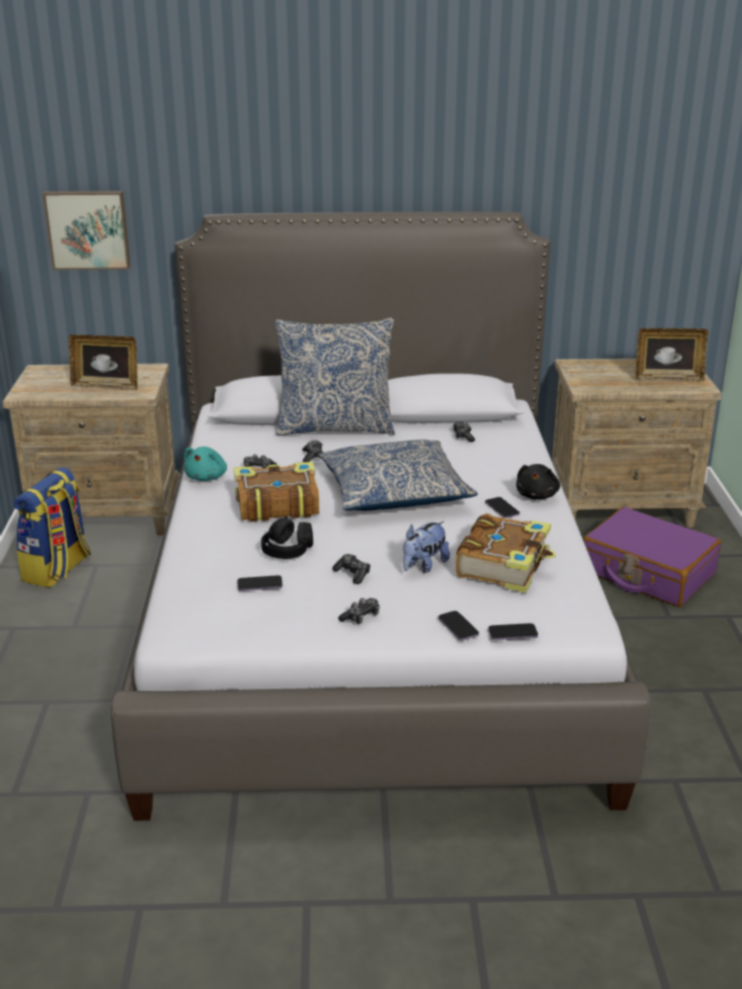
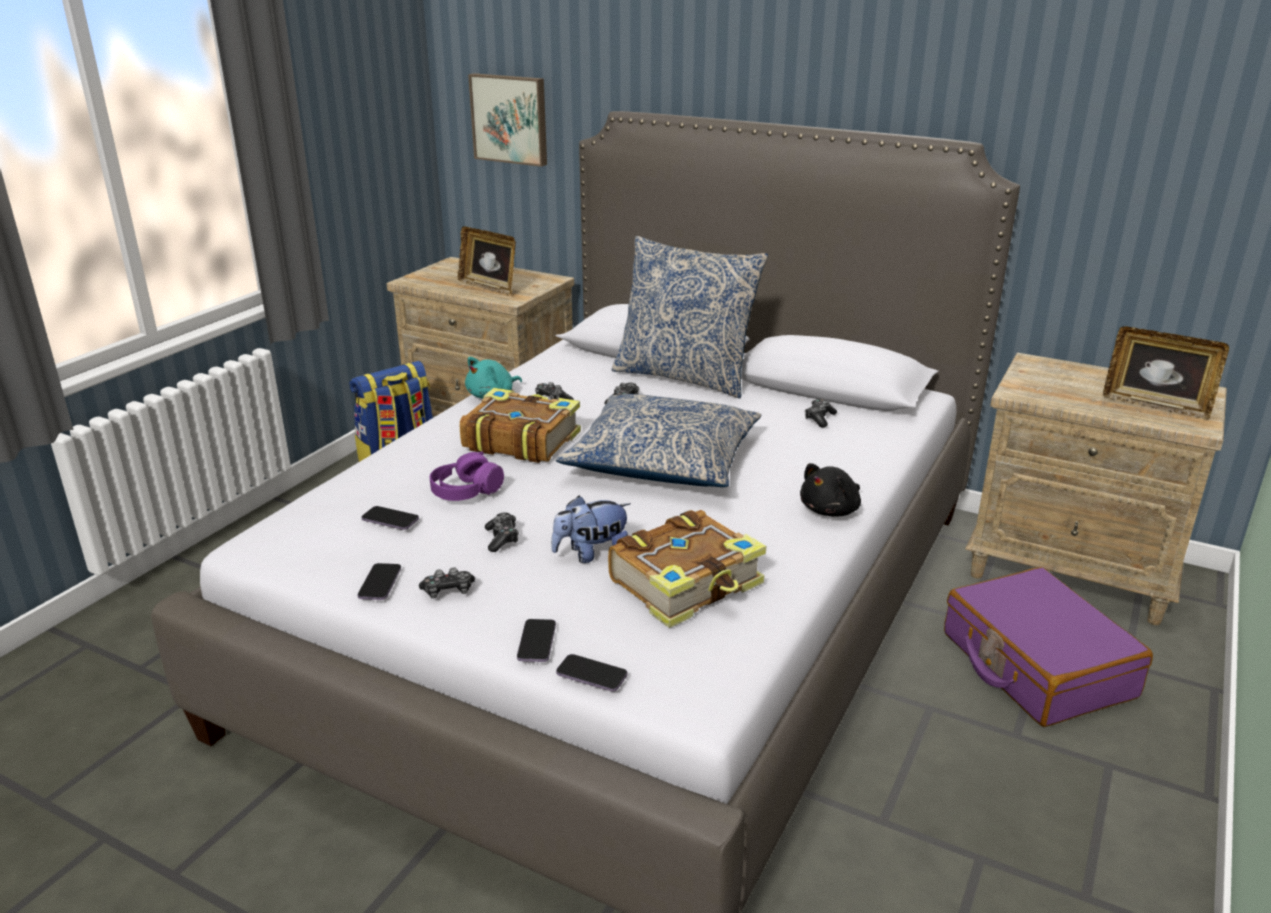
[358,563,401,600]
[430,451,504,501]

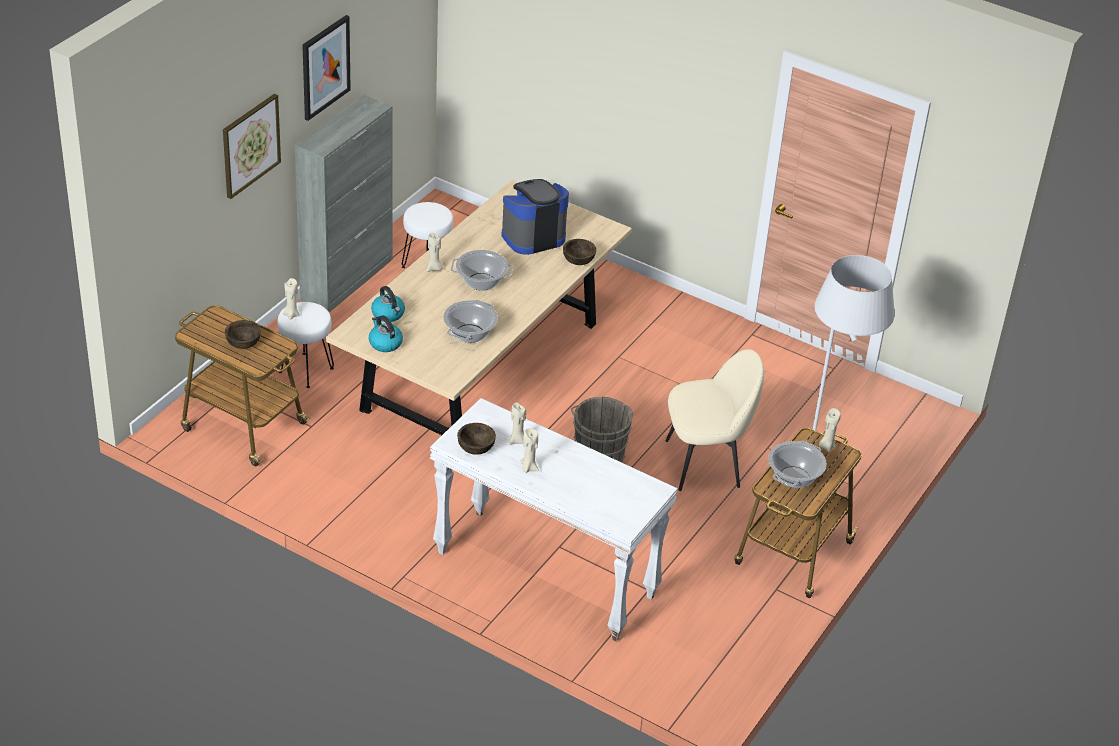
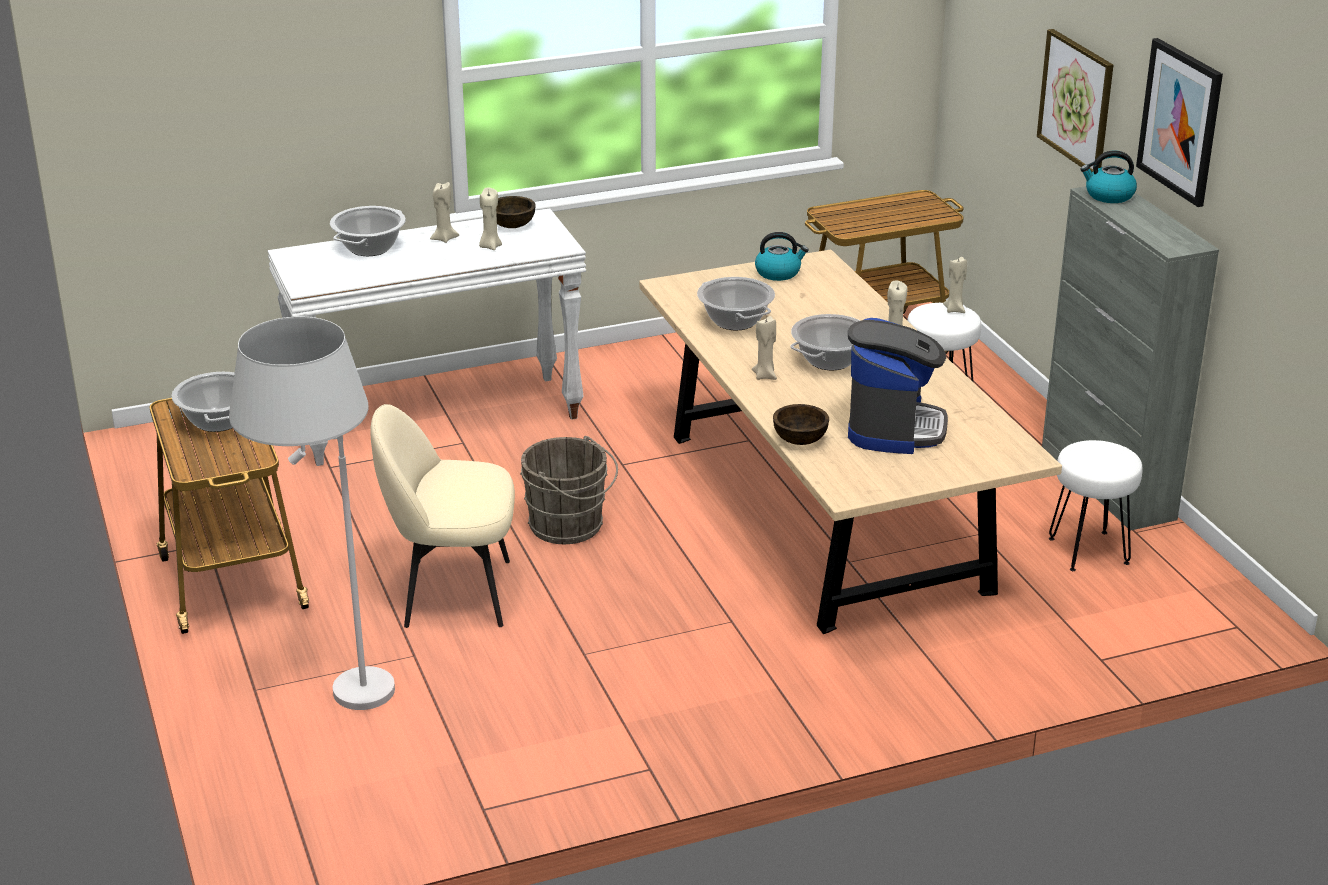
[1080,151,1137,203]
[225,320,261,349] (first image)
[370,404,515,628]
[752,316,777,380]
[330,206,406,256]

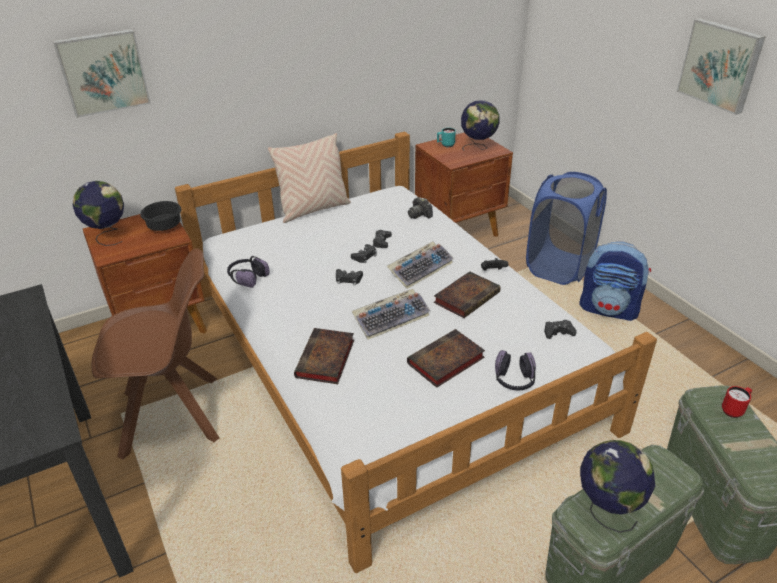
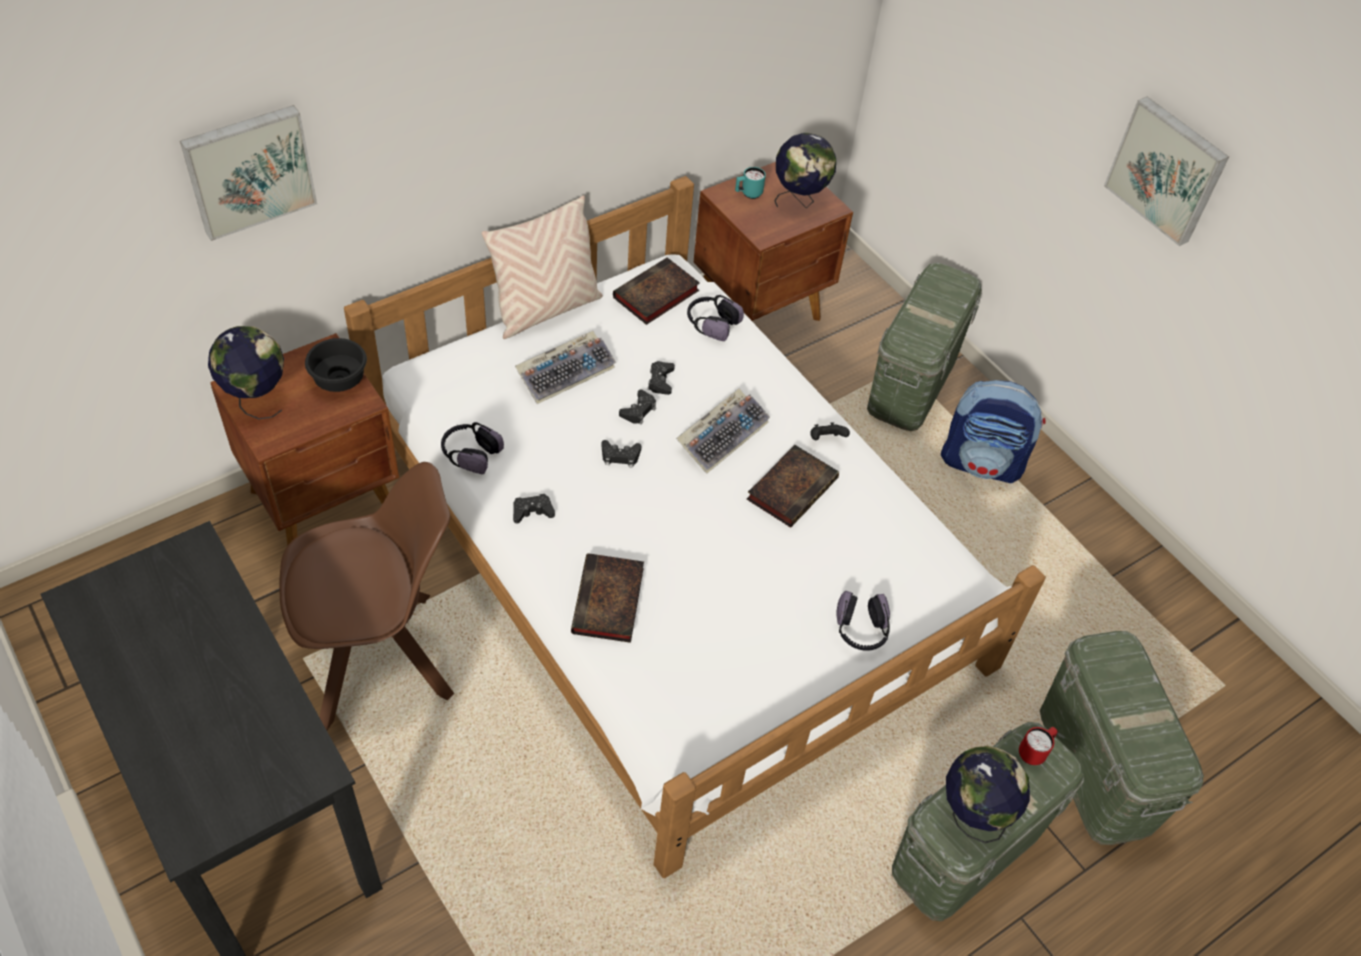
[867,263,982,431]
[687,295,744,341]
[515,331,616,404]
[513,494,555,523]
[613,258,700,325]
[1019,727,1058,765]

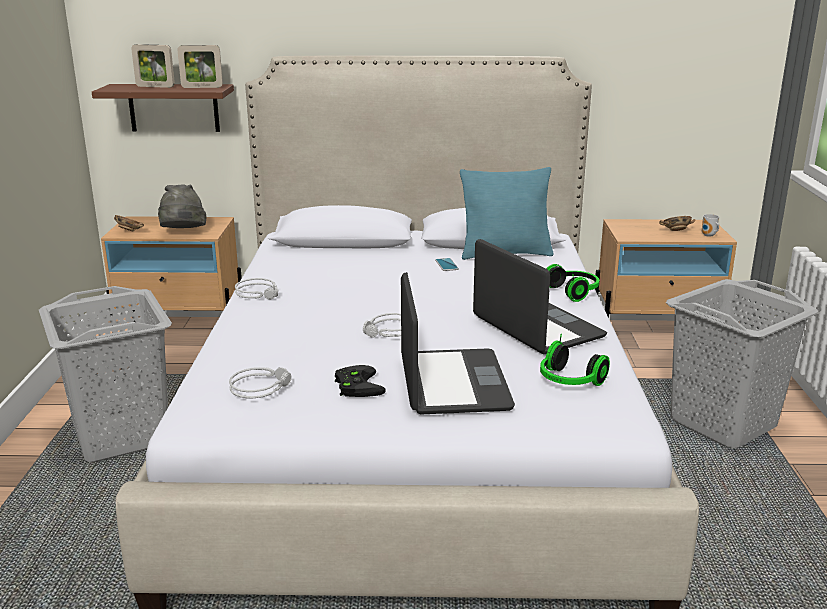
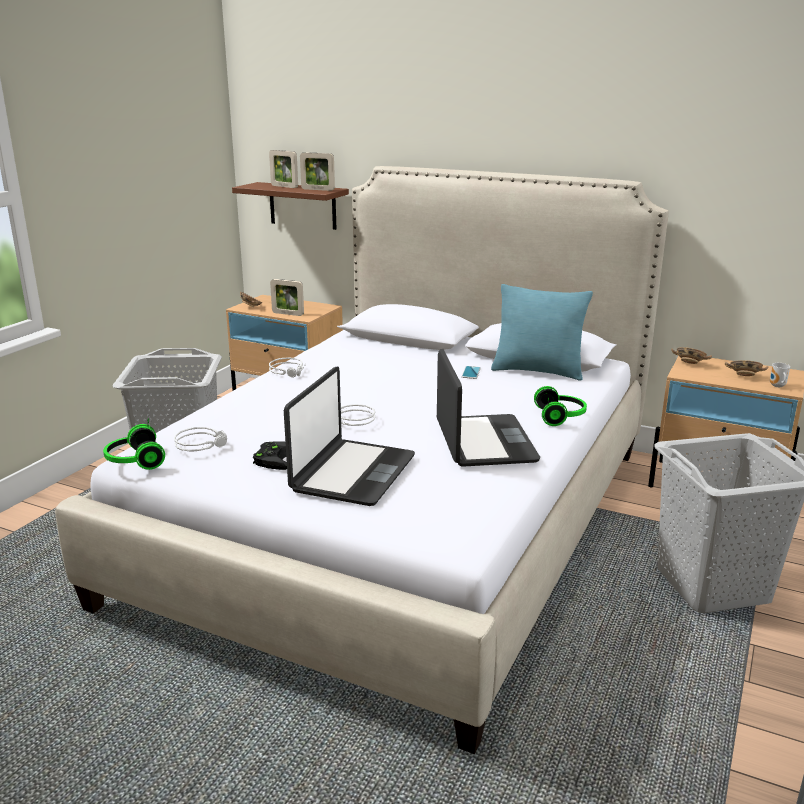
[270,279,304,316]
[103,419,165,470]
[671,347,712,364]

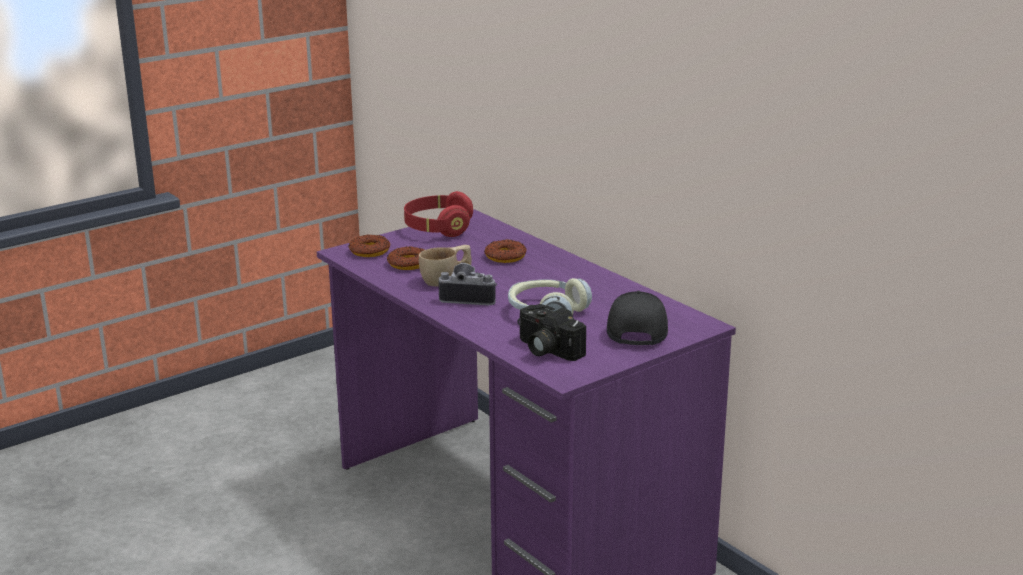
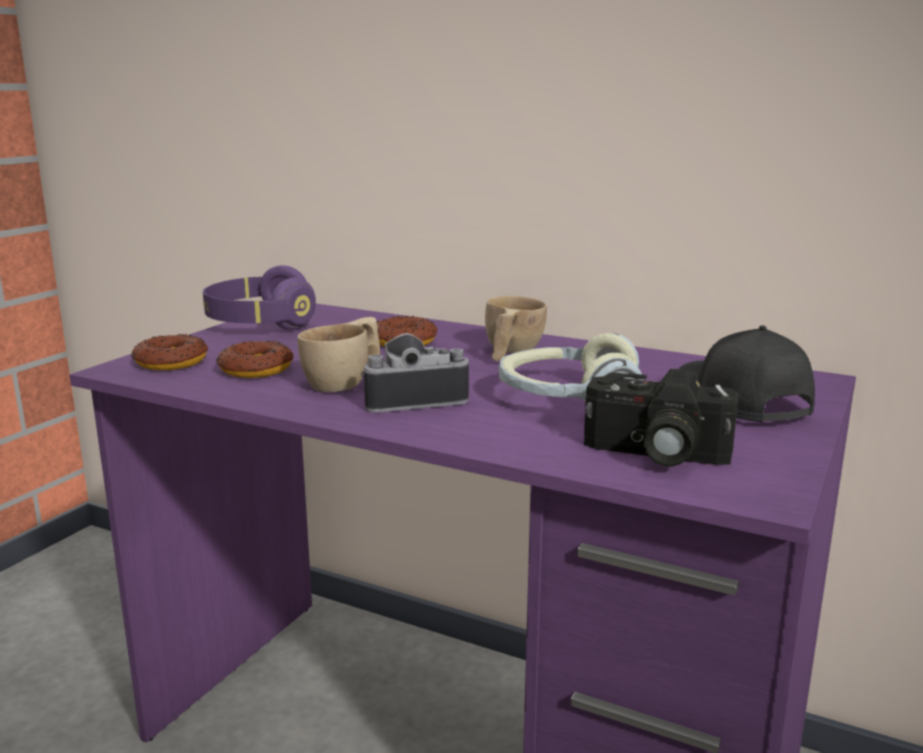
[203,265,316,330]
[485,296,547,361]

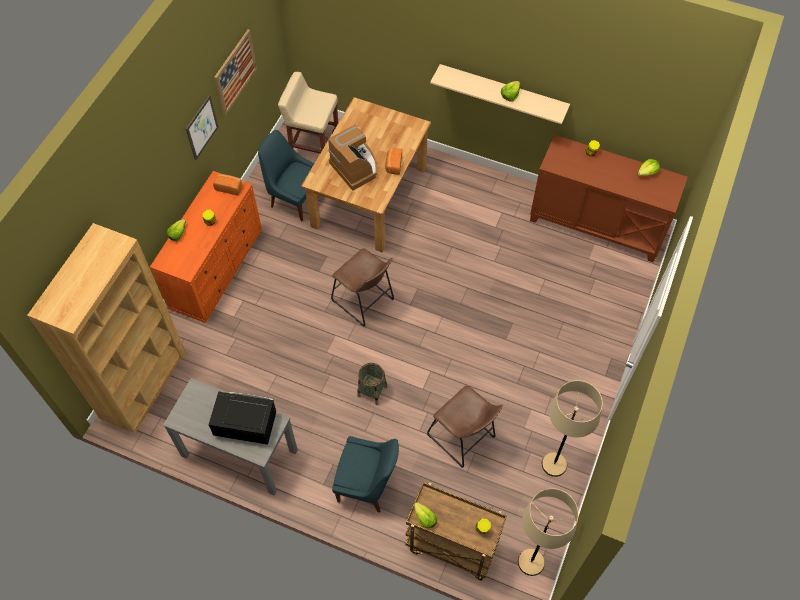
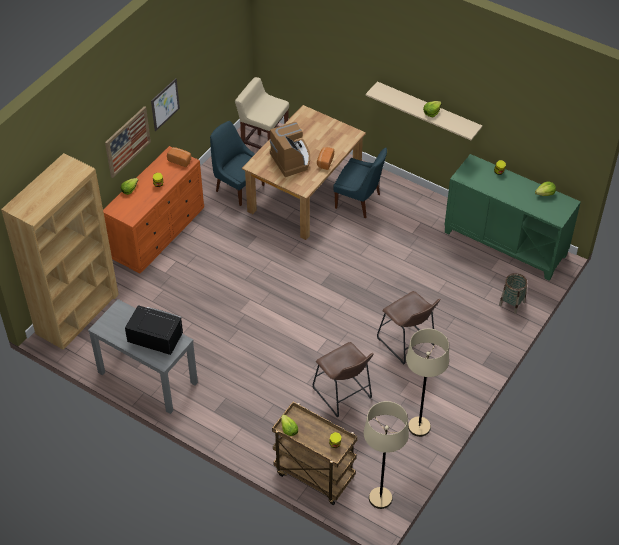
[105,106,151,178]
[445,154,581,281]
[377,291,440,365]
[499,273,527,314]
[333,147,387,218]

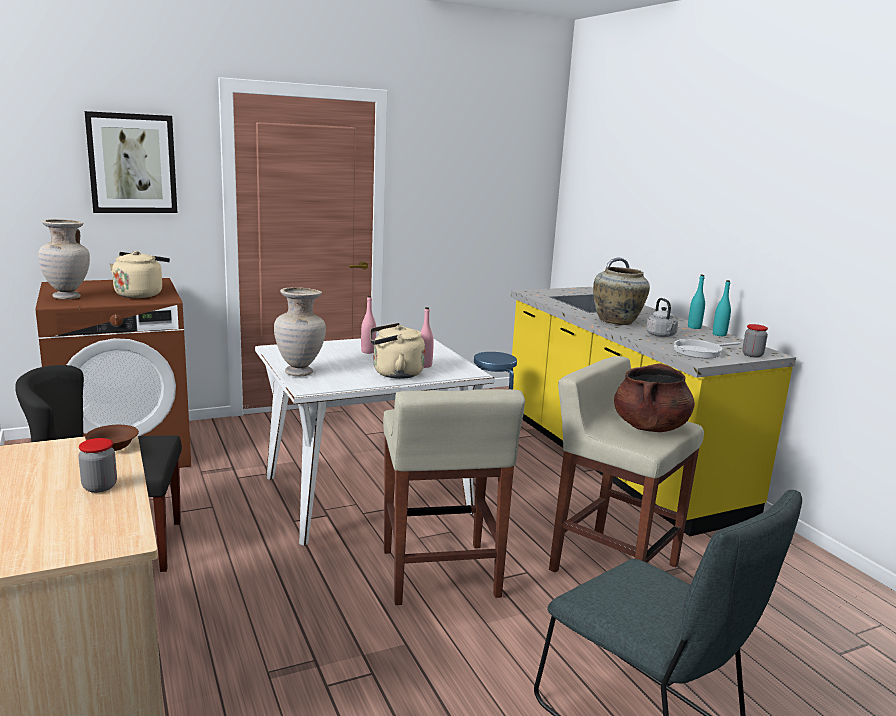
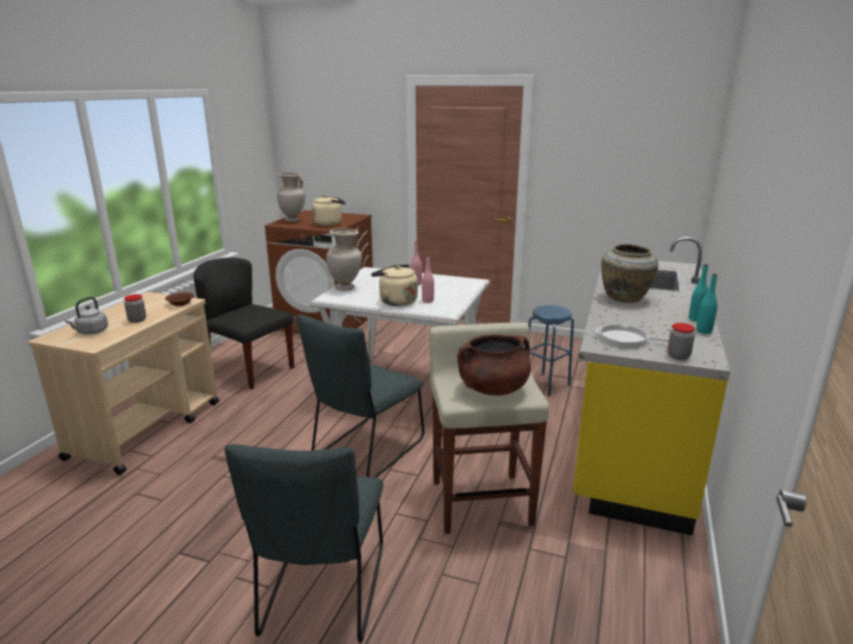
[85,111,177,213] (first image)
[65,297,108,335]
[297,314,425,477]

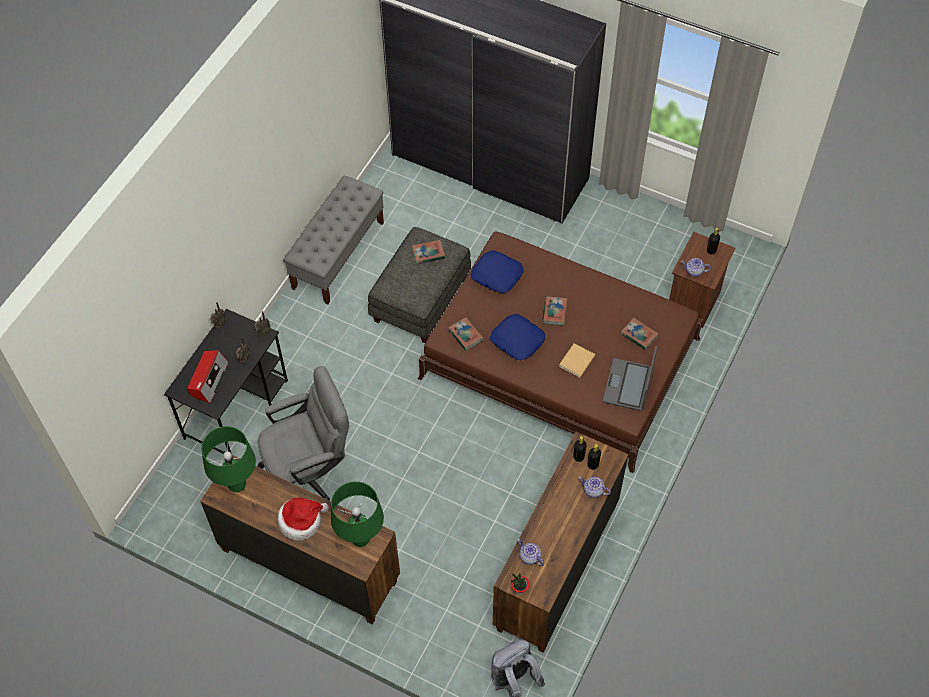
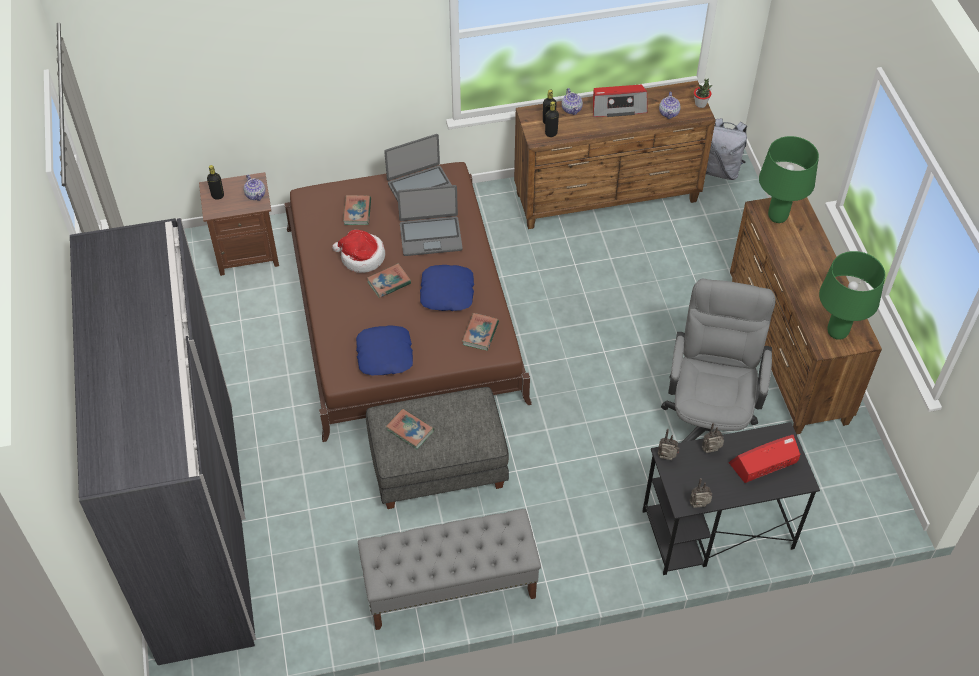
[397,185,463,256]
[661,279,776,442]
[332,230,385,273]
[593,85,648,117]

